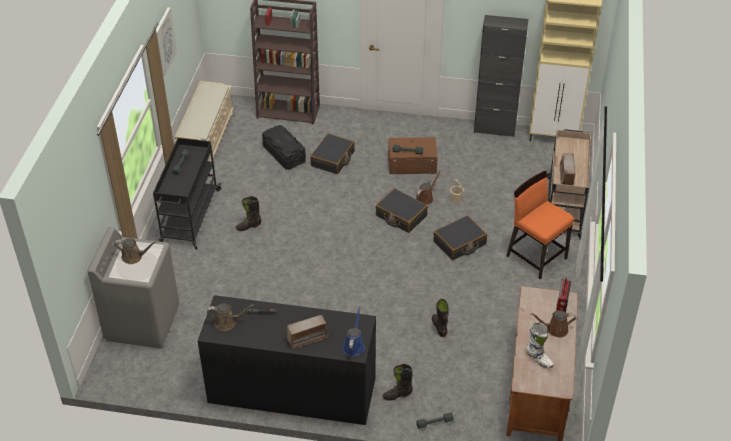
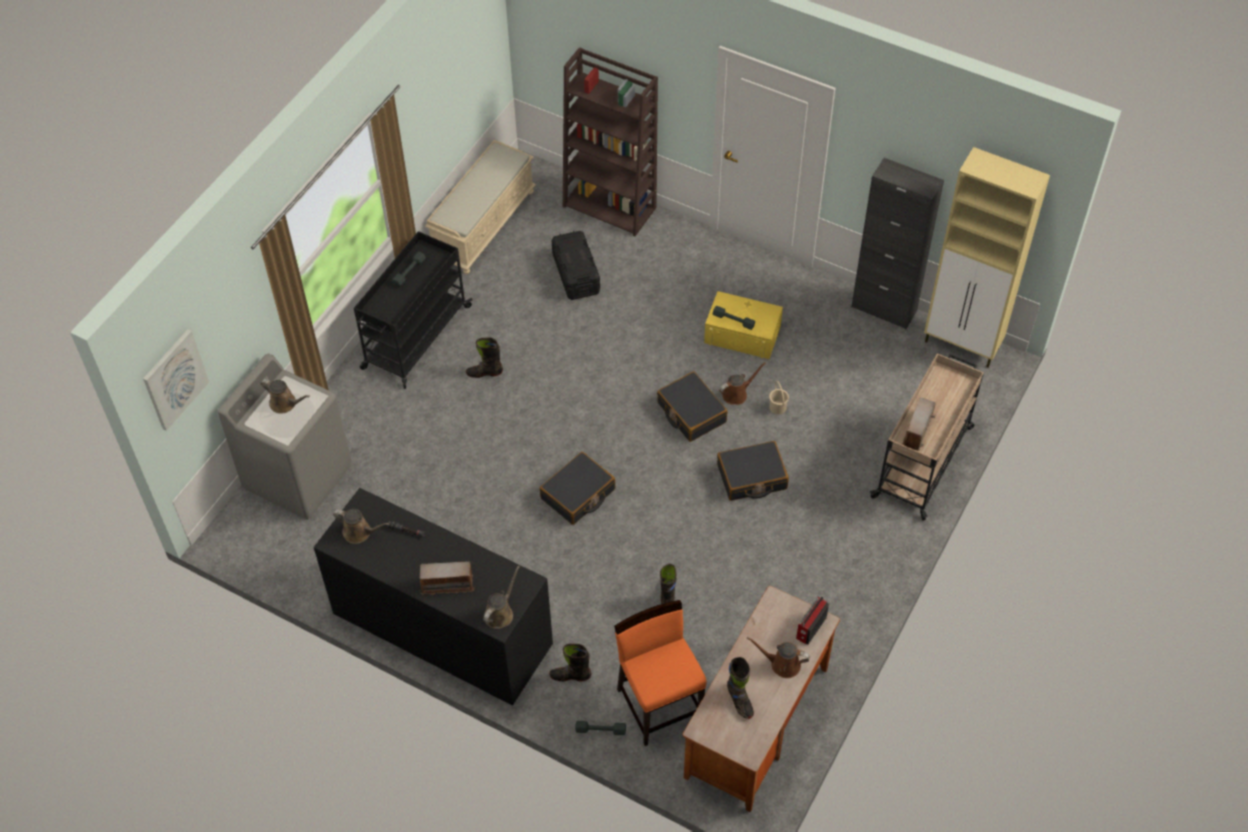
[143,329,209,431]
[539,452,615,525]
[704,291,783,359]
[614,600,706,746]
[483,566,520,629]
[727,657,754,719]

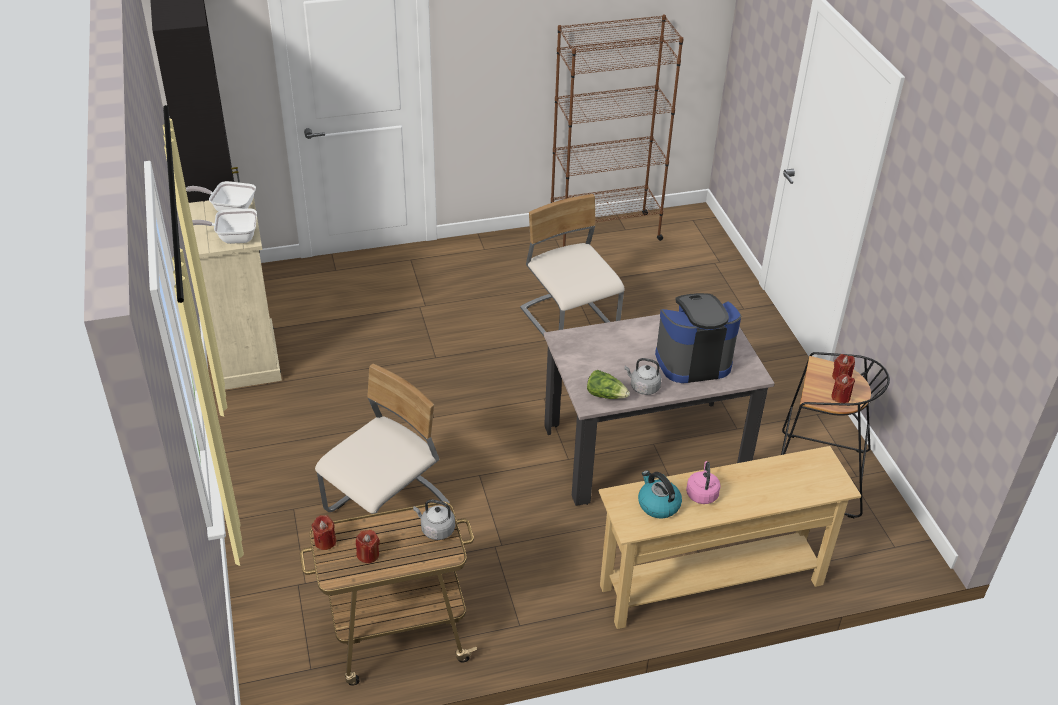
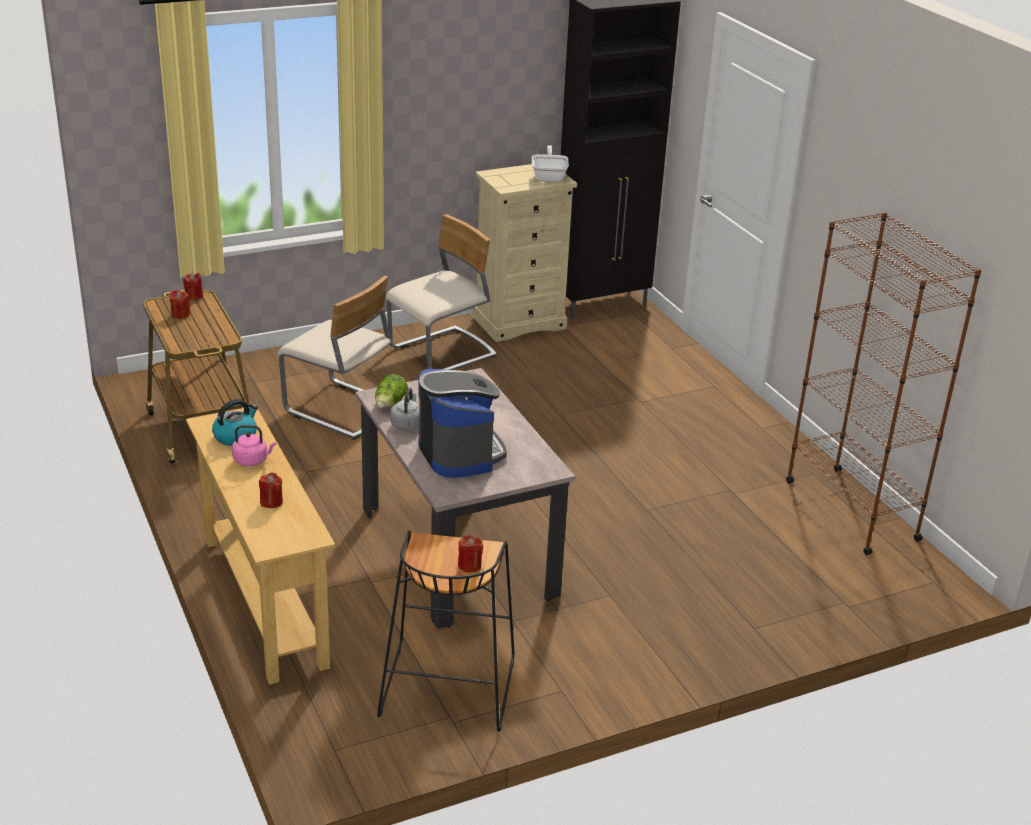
[386,214,497,370]
[192,208,257,244] (first image)
[259,473,283,508]
[413,499,455,540] (first image)

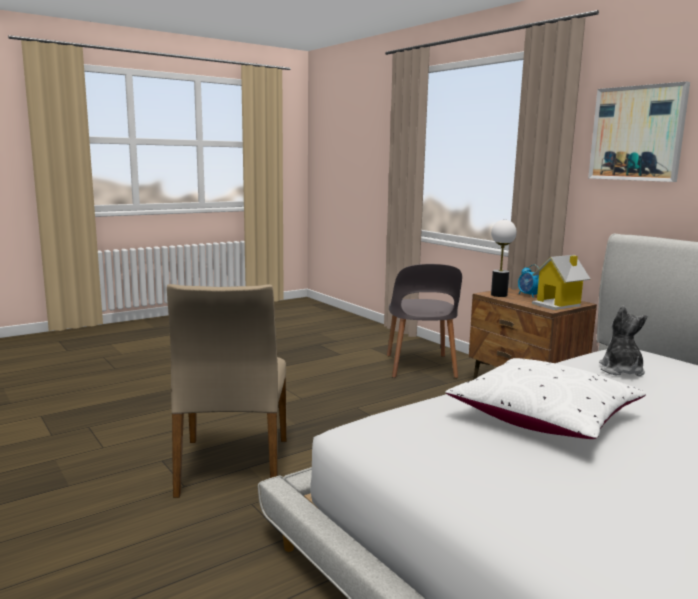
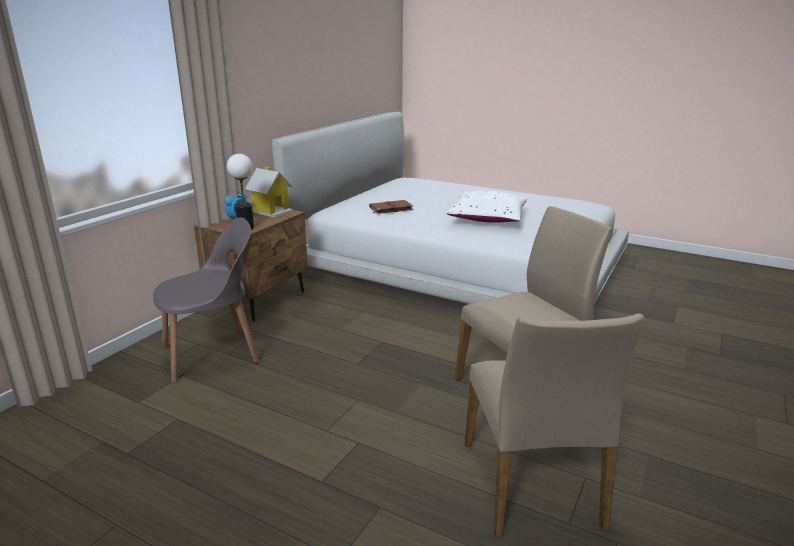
[588,81,690,182] (first image)
[369,200,413,214]
[465,313,644,537]

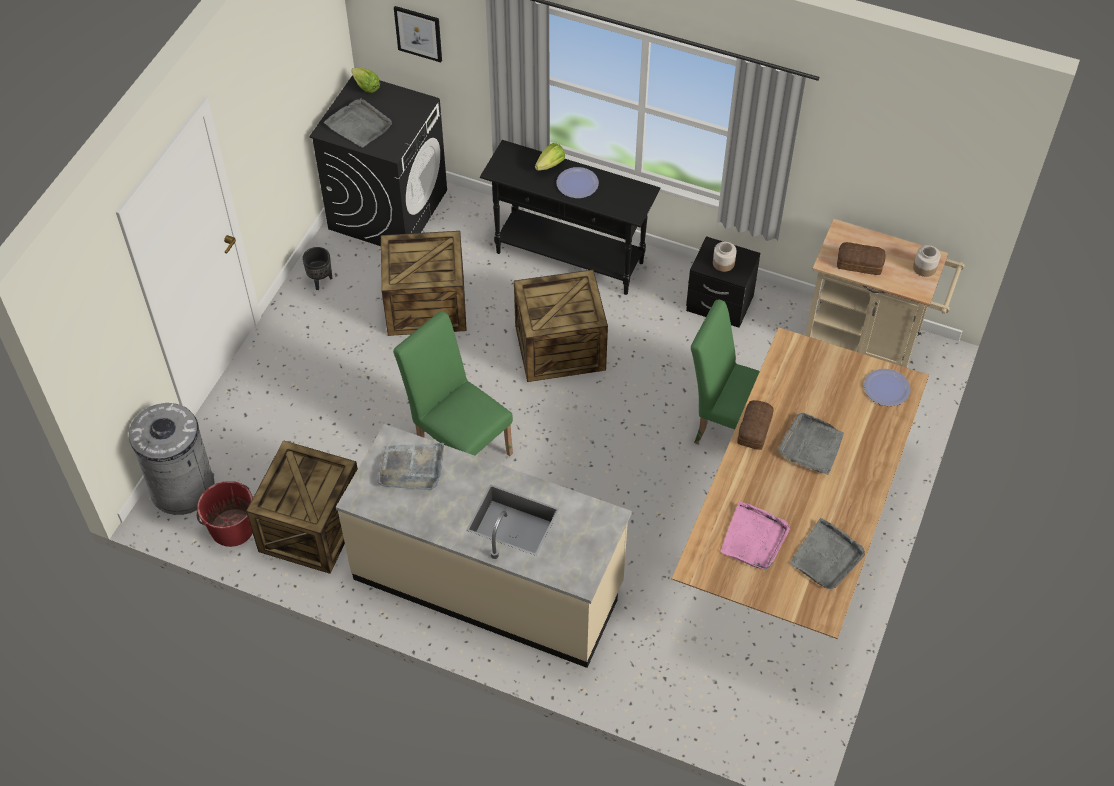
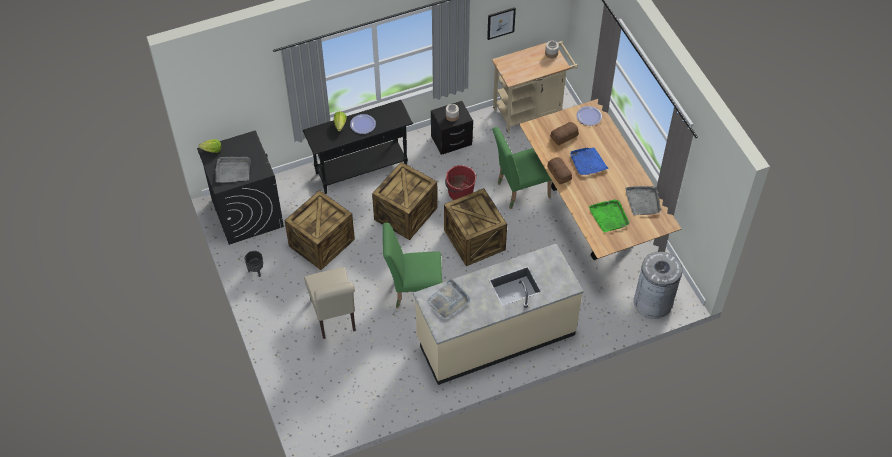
[487,7,516,40]
[550,122,579,146]
[634,252,682,319]
[570,147,609,175]
[444,188,507,266]
[445,165,476,200]
[589,200,629,232]
[304,267,356,339]

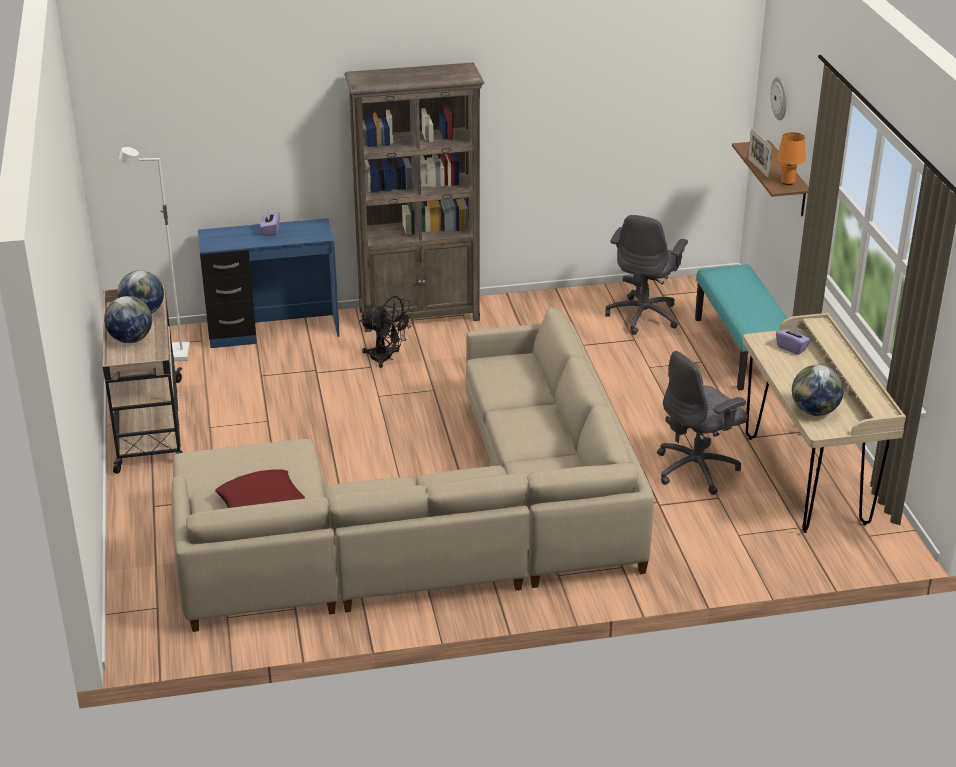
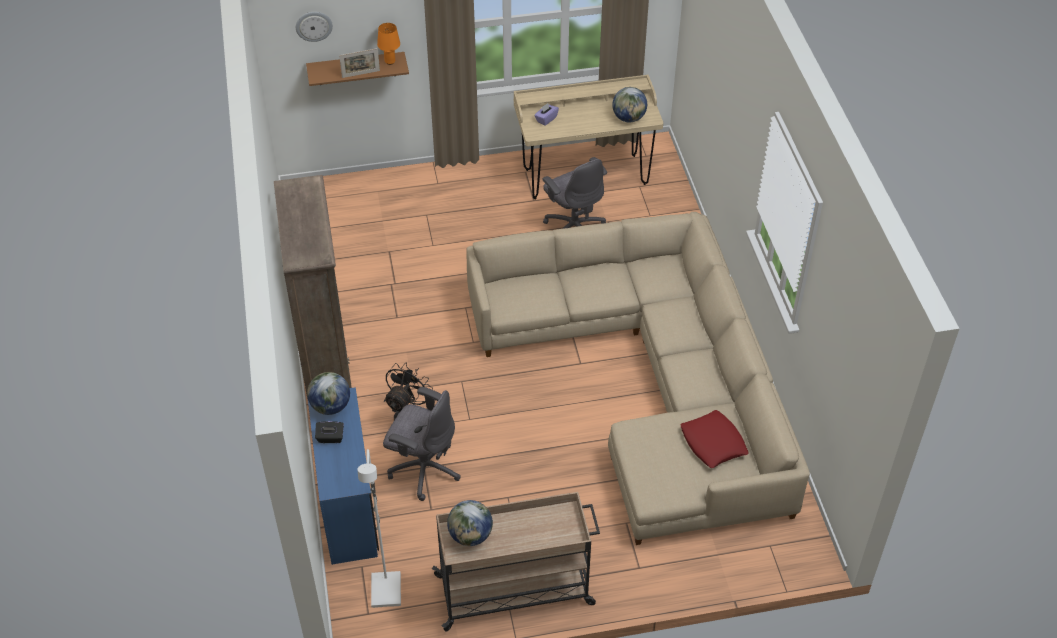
[315,421,344,443]
[383,387,461,501]
[695,264,787,390] (first image)
[307,372,350,415]

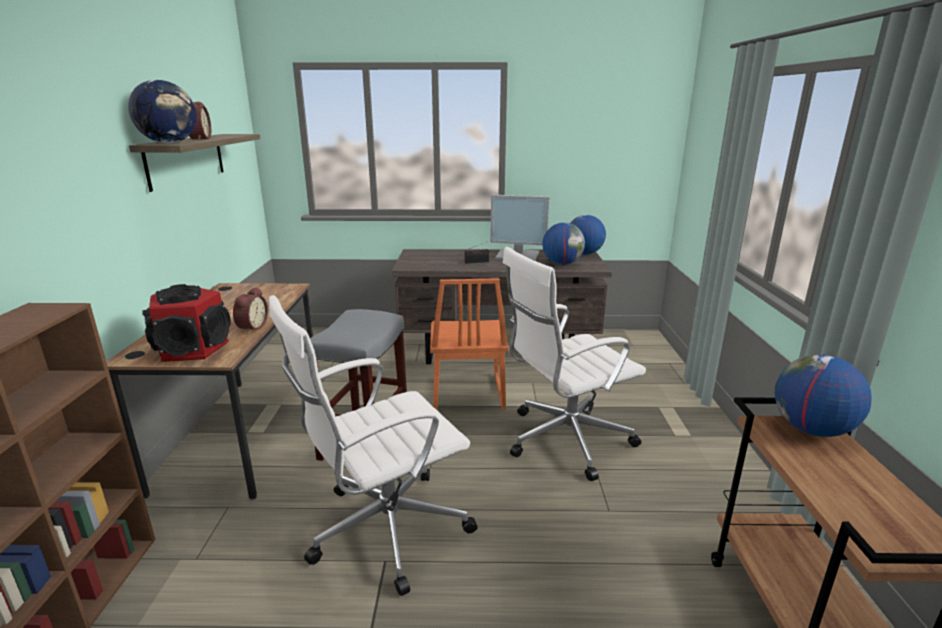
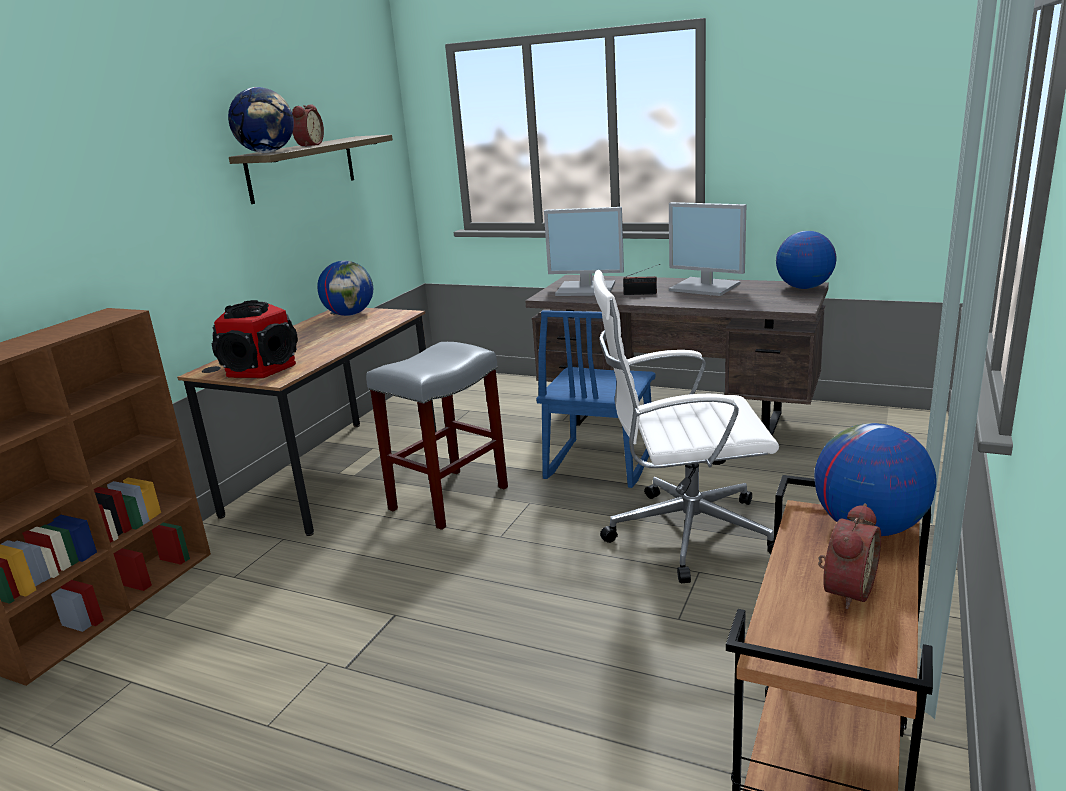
[317,261,373,316]
[536,310,655,488]
[818,503,881,609]
[269,295,478,596] (first image)
[544,207,624,296]

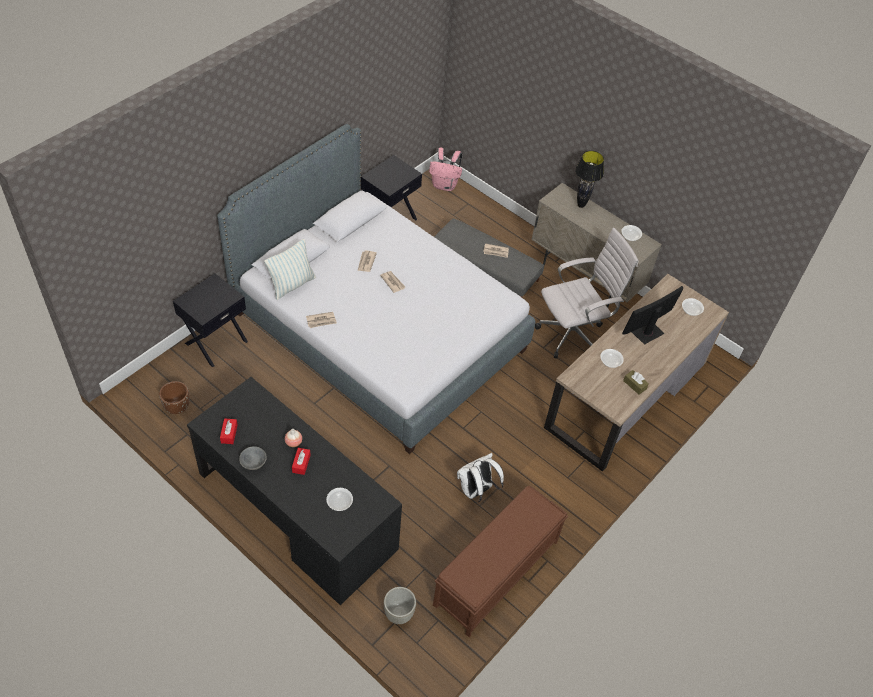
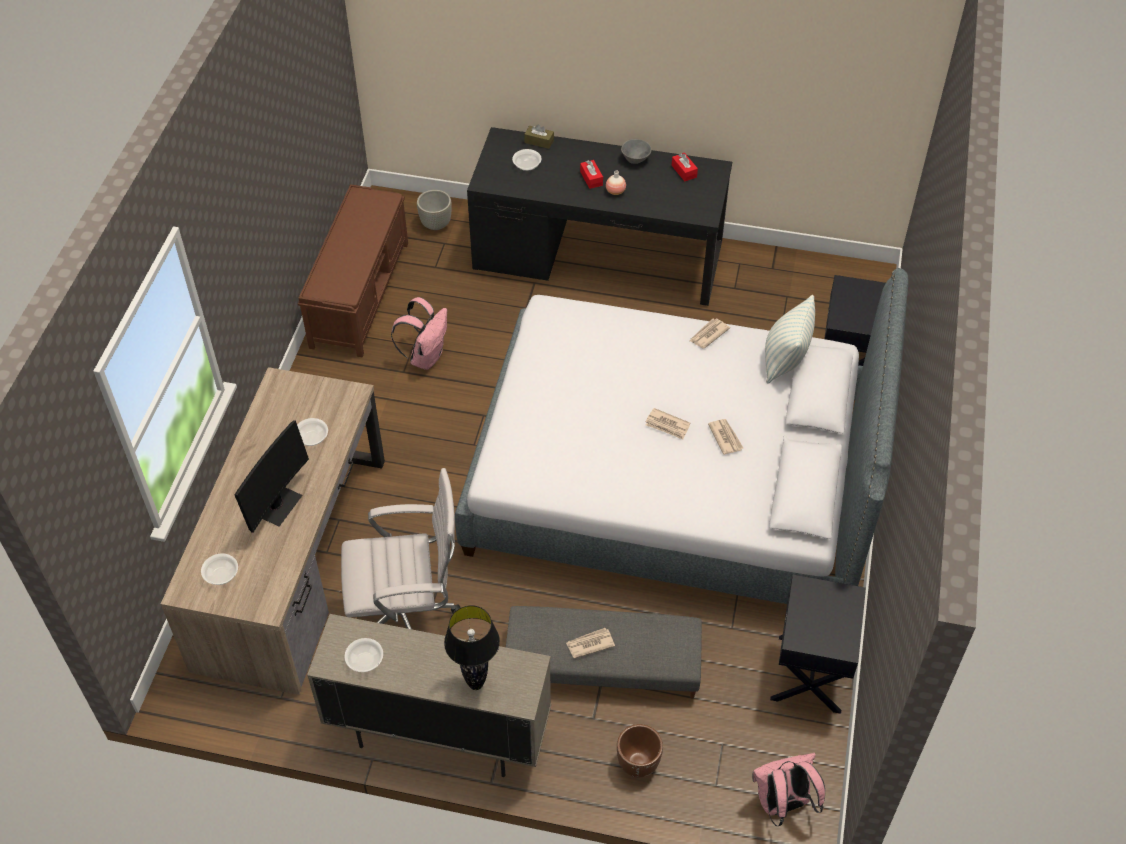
[341,468,461,629]
[524,124,554,149]
[617,724,663,778]
[391,297,447,370]

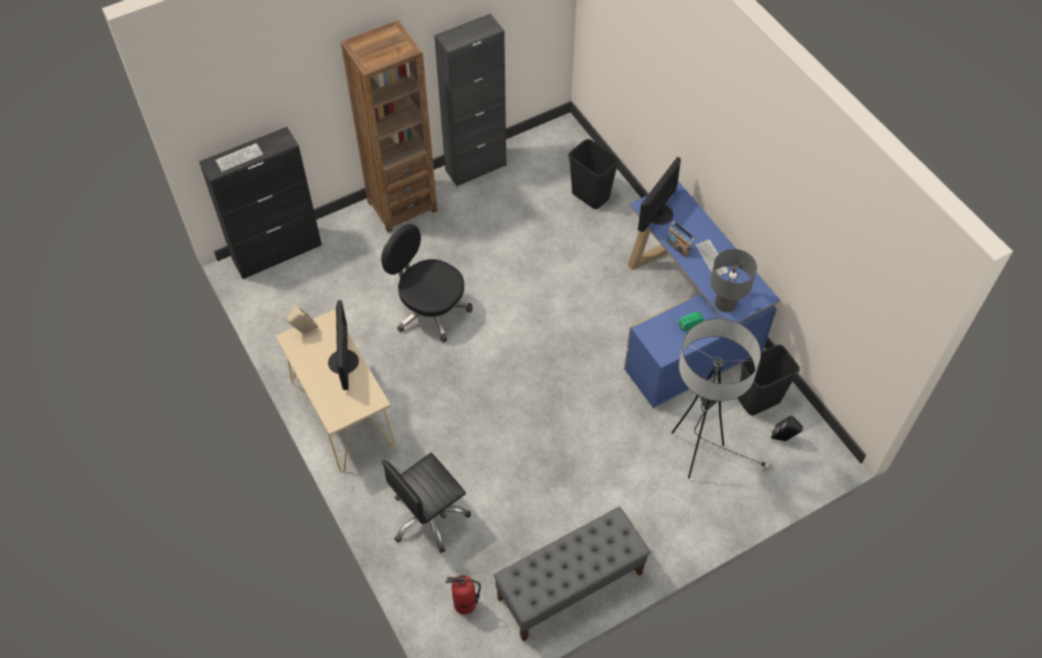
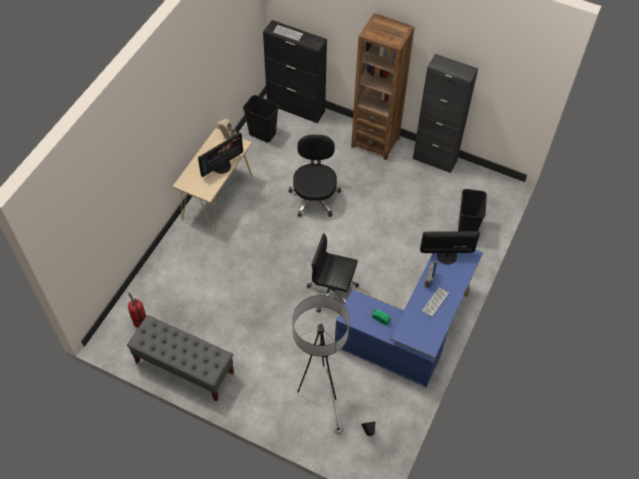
[710,249,757,312] (first image)
[243,95,279,142]
[307,233,359,313]

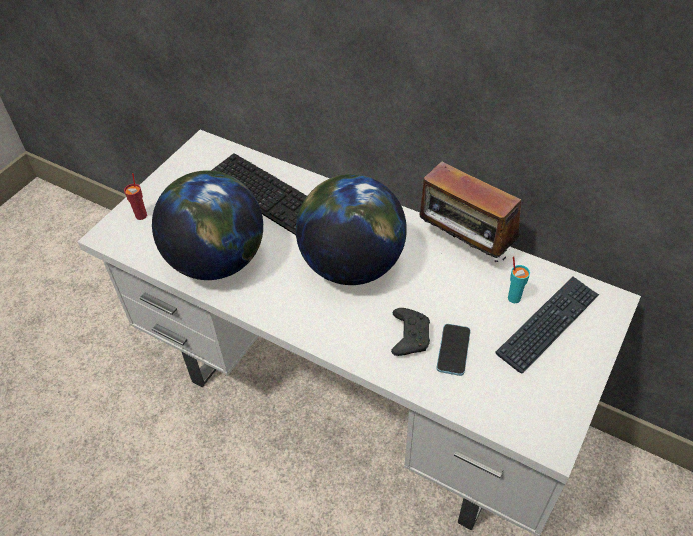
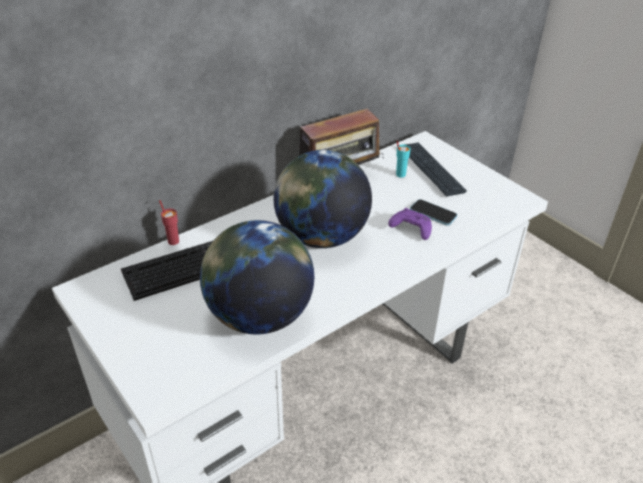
[159,200,179,245]
[388,208,432,240]

